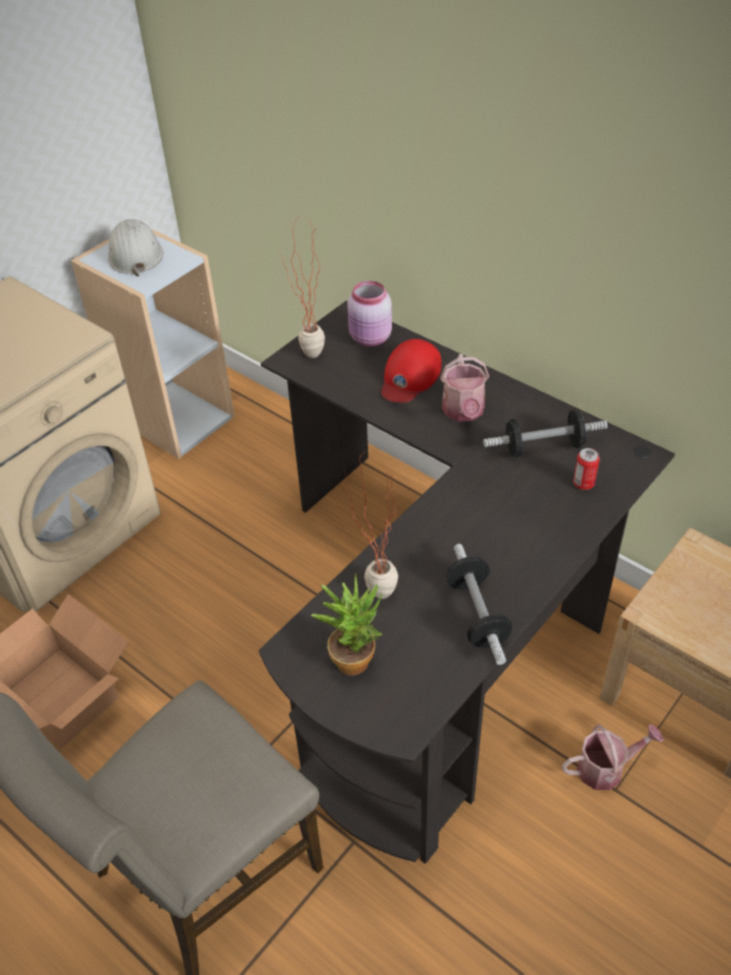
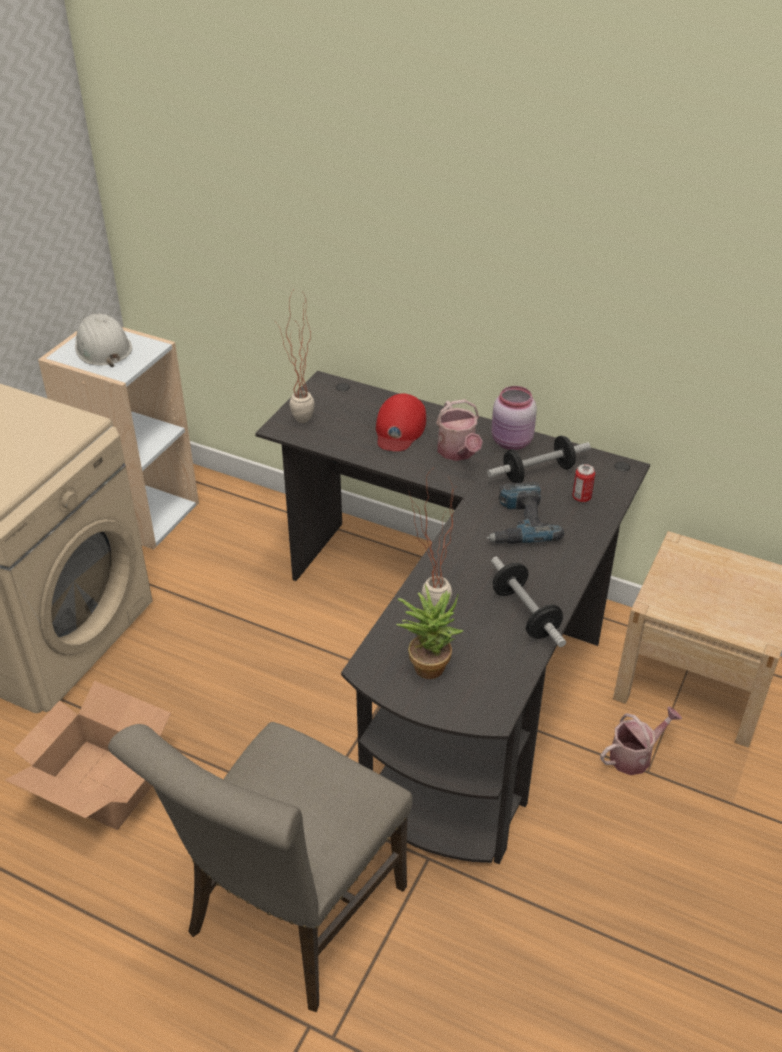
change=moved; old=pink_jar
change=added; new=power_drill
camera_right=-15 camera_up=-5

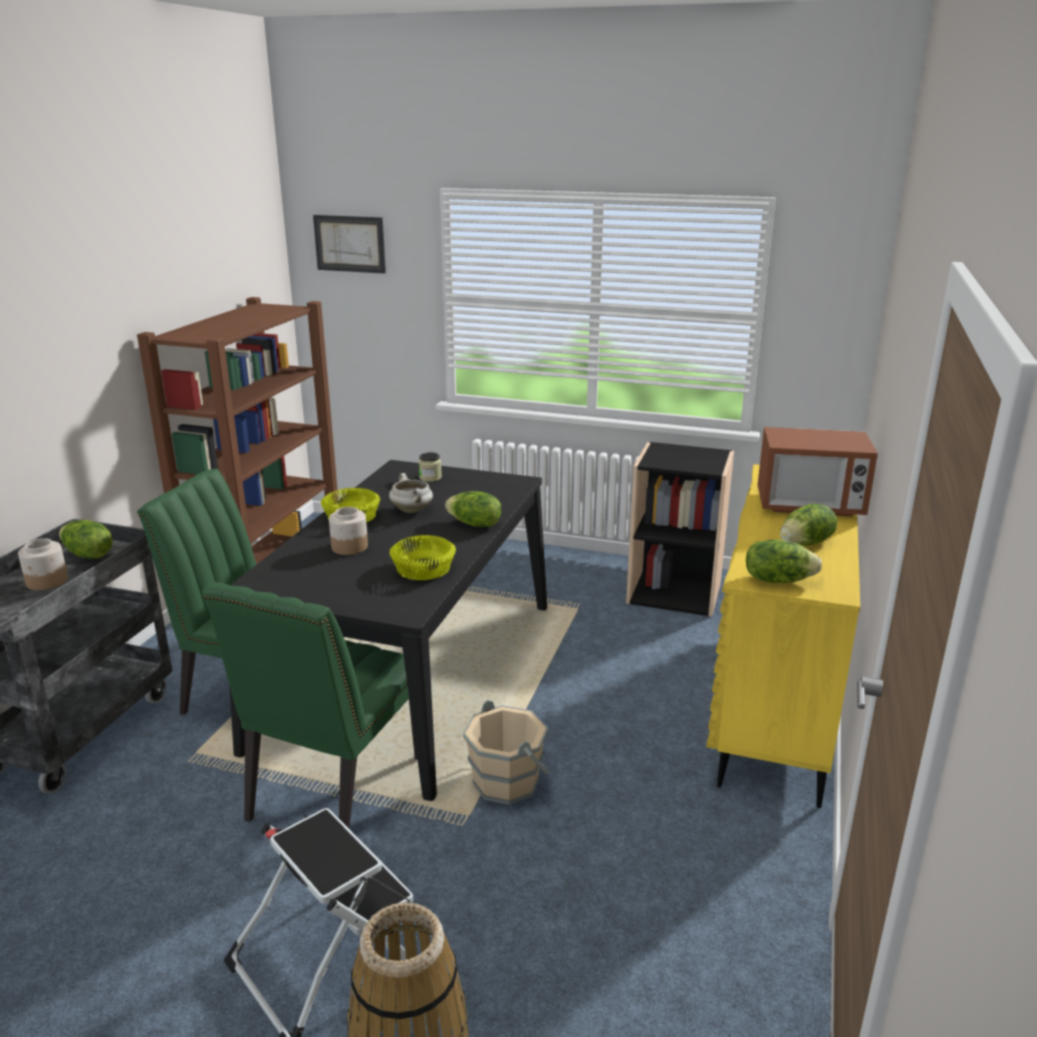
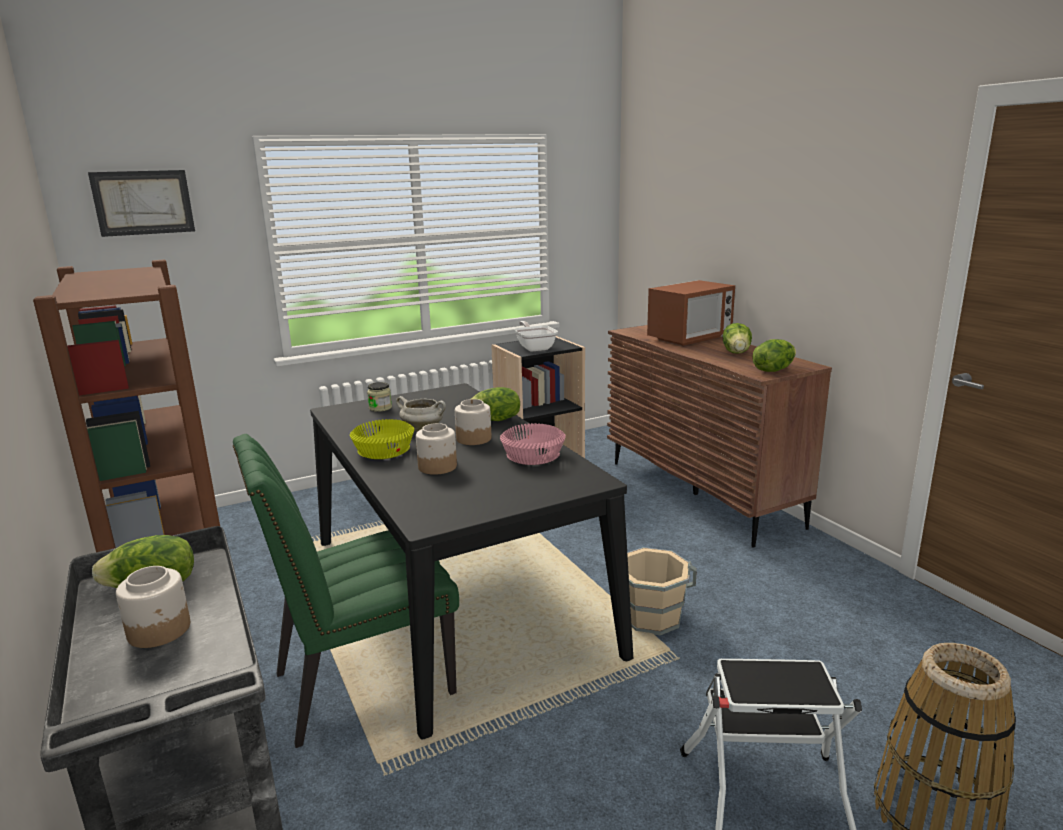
change=recoloured; old=yellow_dresser; new=brown_dresser
change=recoloured; old=yellow_bowl (2nd from left); new=pink_bowl
change=removed; old=green_chair (2nd from left)
change=added; new=frying_pan
change=added; new=jar (4th from left)
camera_right=-45 camera_up=-5

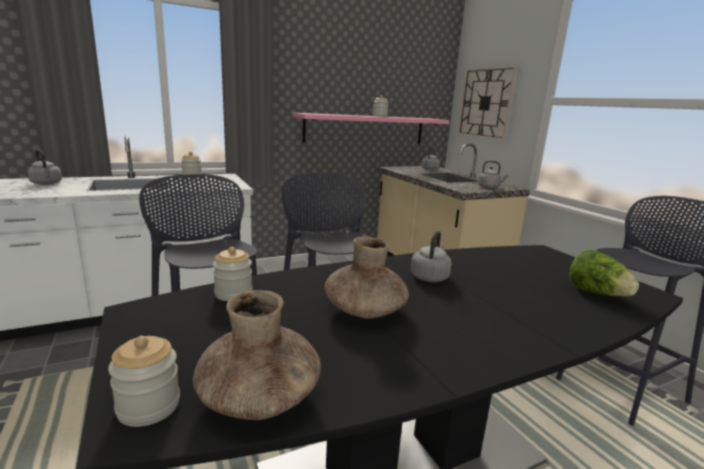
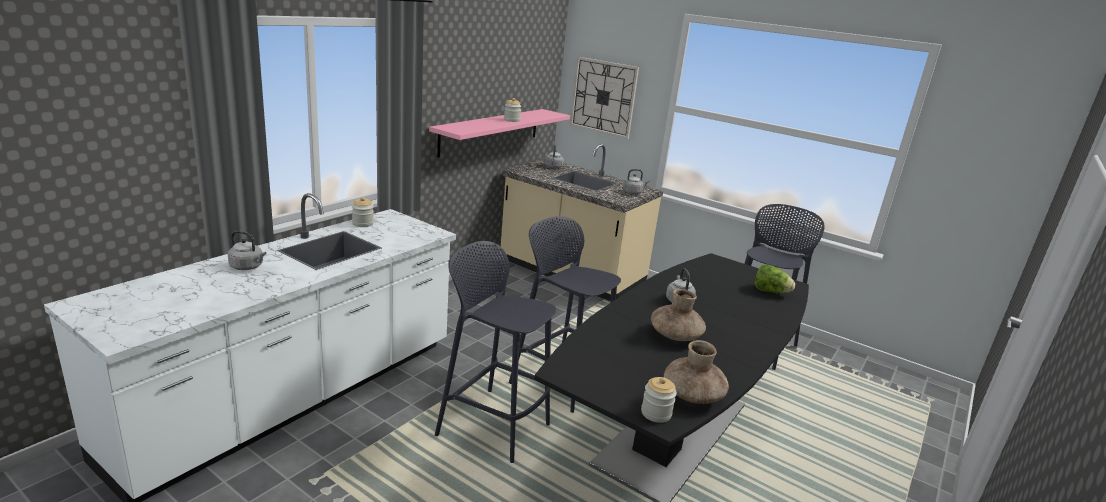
change=removed; old=jar (3rd from left)
camera_right=-30 camera_up=5

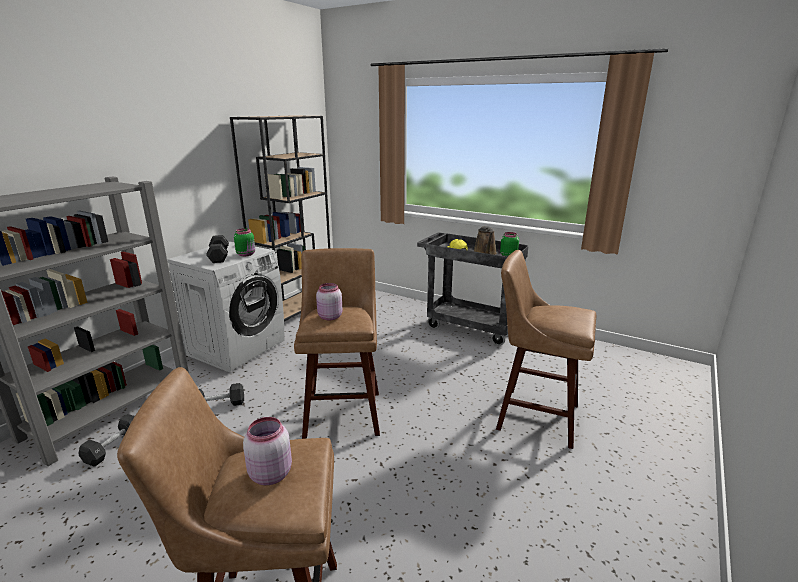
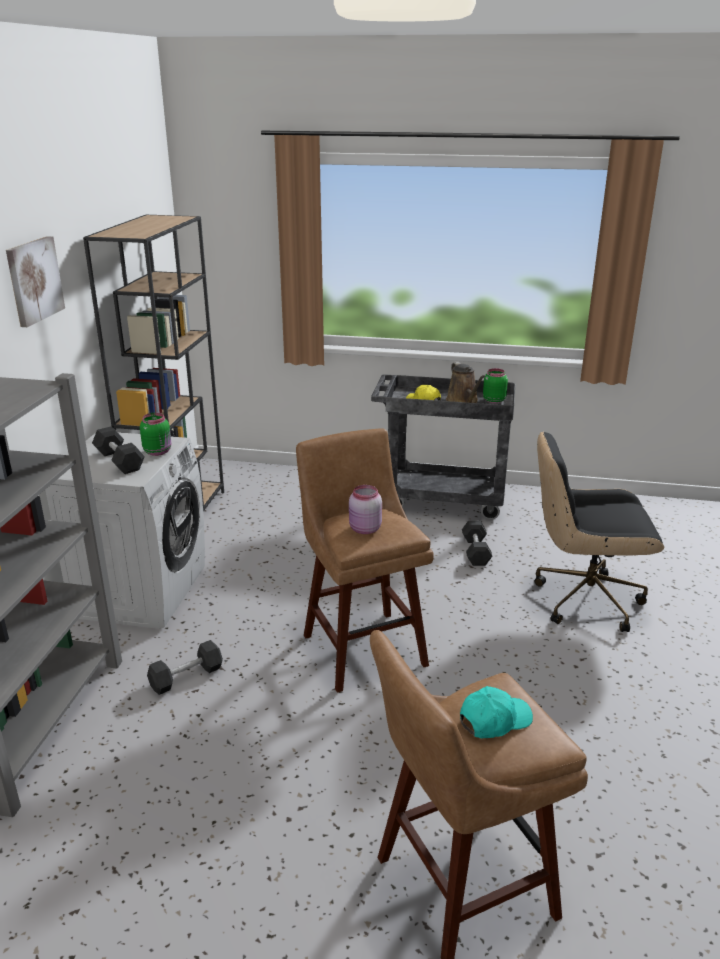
change=replaced; old=brown_stool (3rd from left); new=black_office_chair
change=moved; old=black_dumbbell (1st from left in the first image); new=black_dumbbell (3rd from left)
change=replaced; old=pink_jar (1st from left); new=turquoise_cap
change=added; new=picture
camera_right=-20 camera_up=5

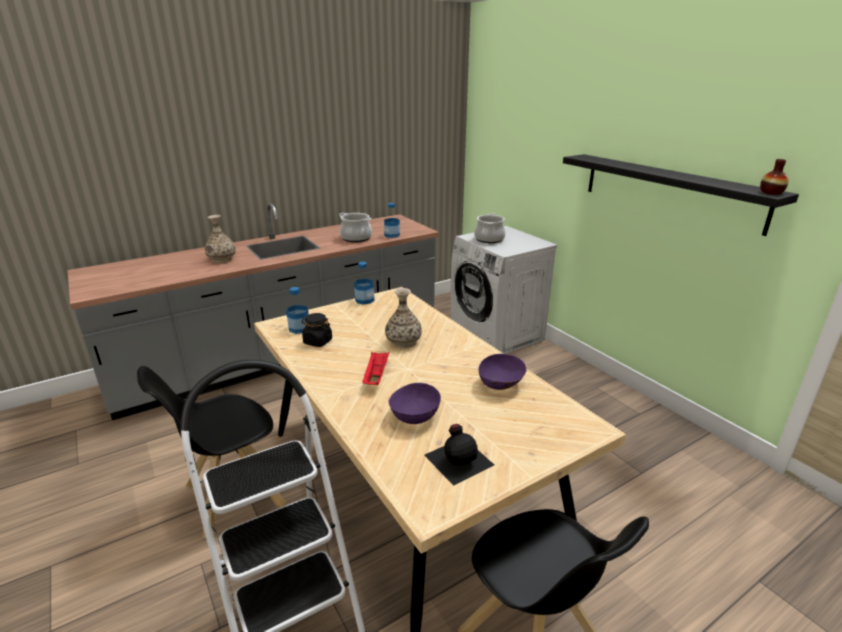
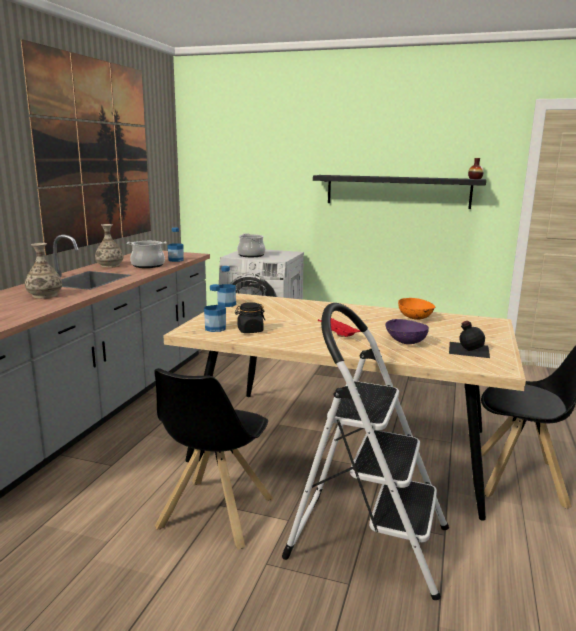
change=moved; old=vase (2nd from left)
change=recoloured; old=purple_bowl (2nd from left); new=orange_bowl
change=added; new=picture
camera_right=-40 camera_up=-10

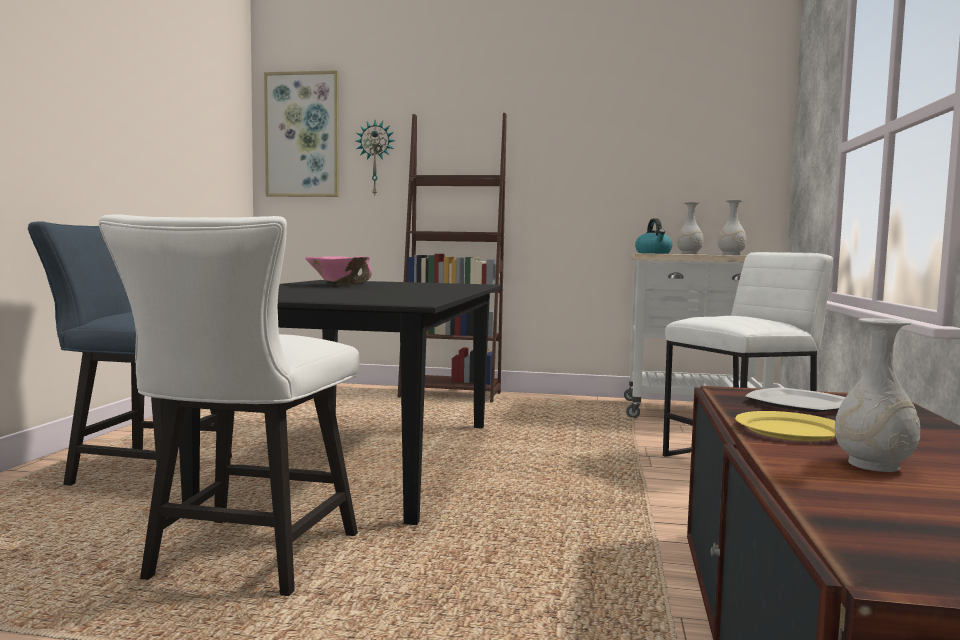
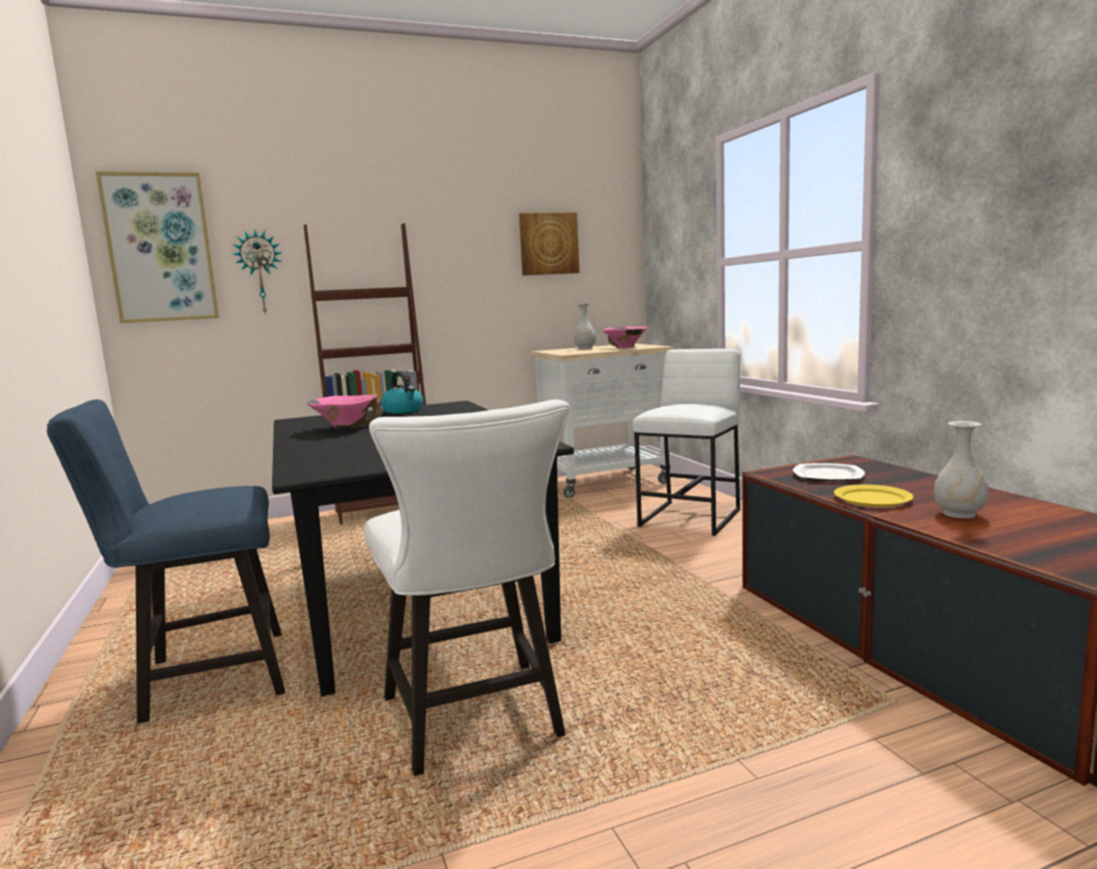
change=replaced; old=white_vase (2nd from left); new=pink_bowl (2nd from left)
change=moved; old=kettle
change=added; new=picture (2nd from left)
camera_right=-30 camera_up=5

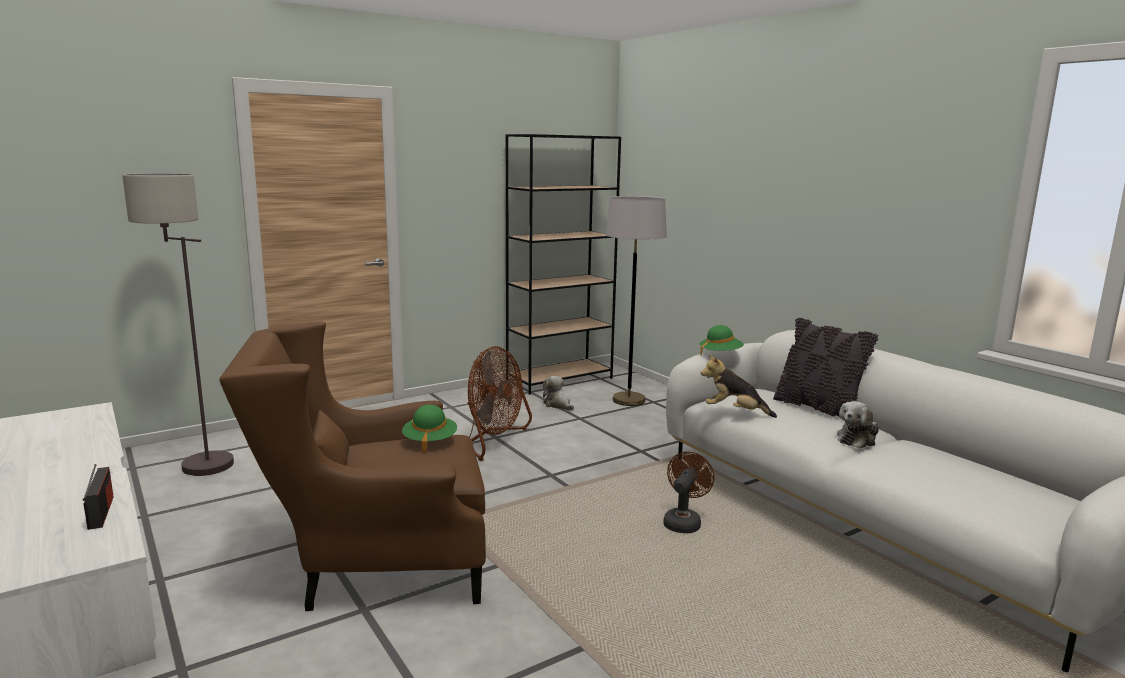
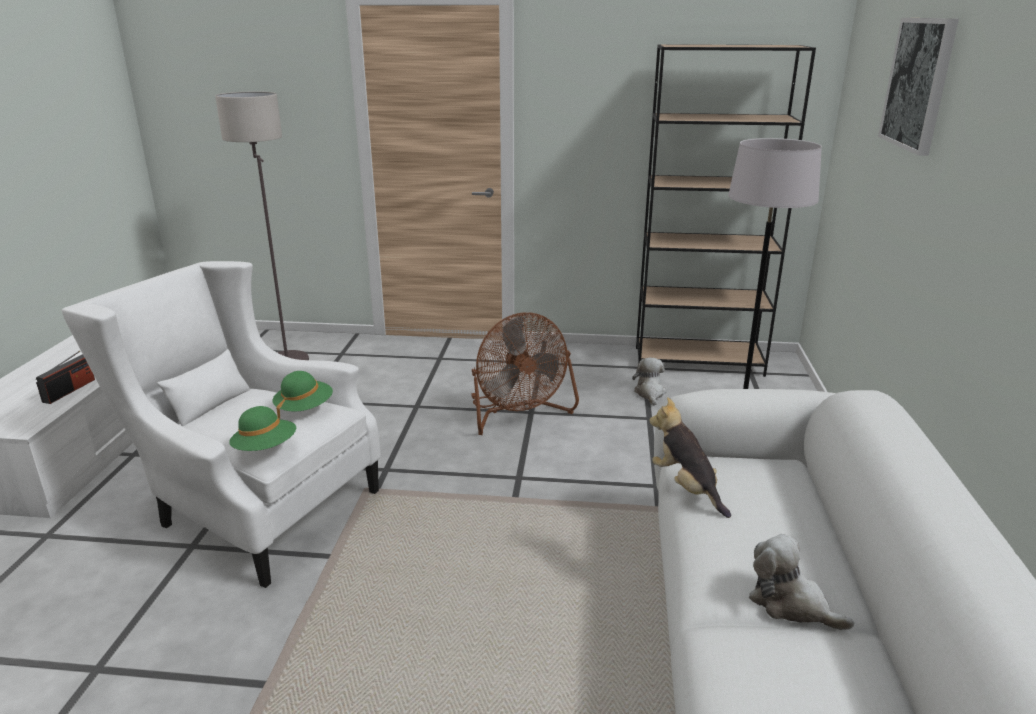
change=removed; old=black_pillow
change=recoloured; old=brown_armchair; new=white_armchair
change=moved; old=green_hat (2nd from left in the first image); new=green_hat (1st from left)
change=turned; old=plush_toy (3rd from left); degrees=45
change=removed; old=brown_fan (2nd from left)
change=added; new=picture
camera_right=40 camera_up=10

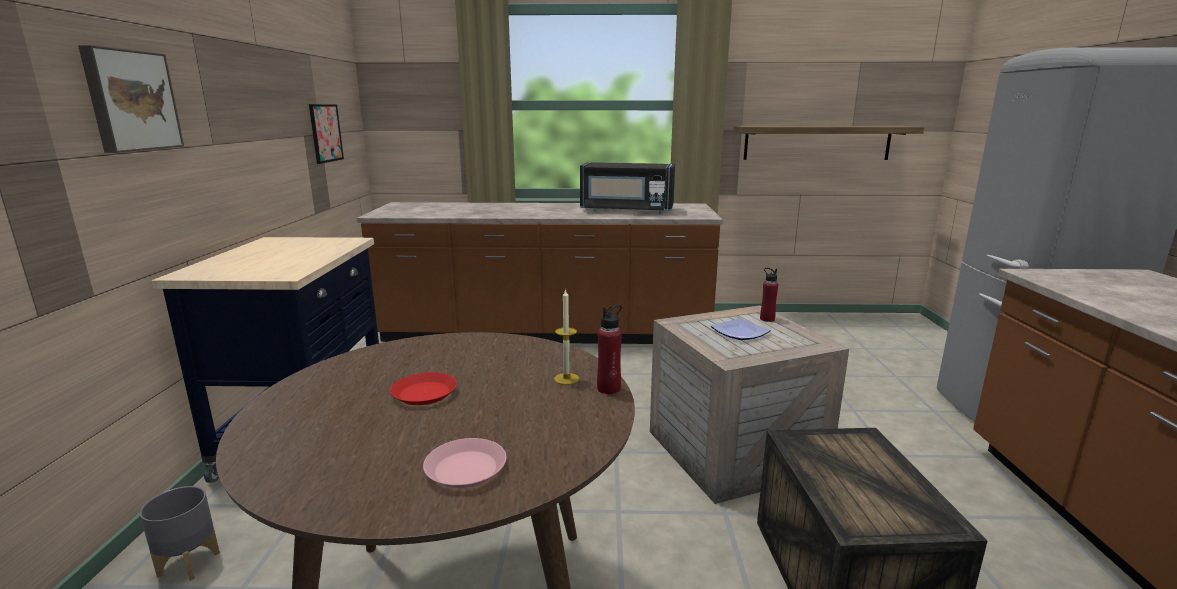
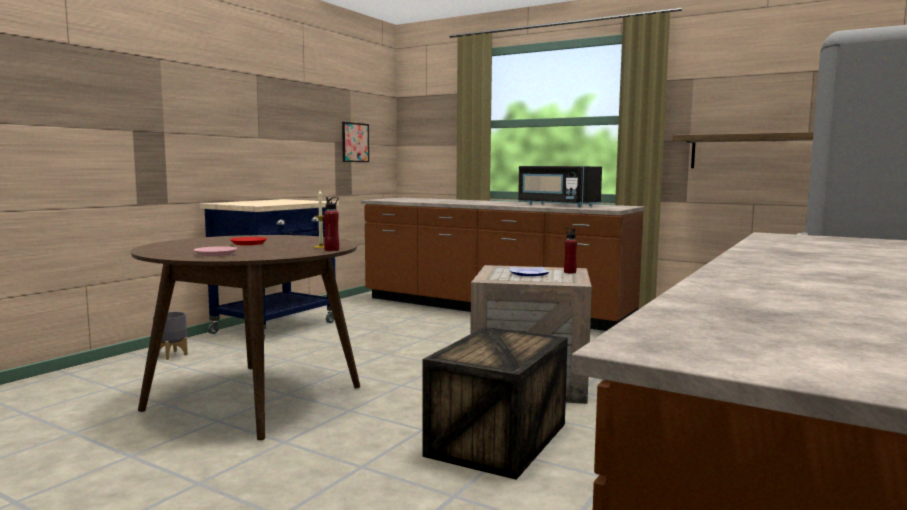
change=removed; old=picture (1st from left)
camera_right=30 camera_up=-10

